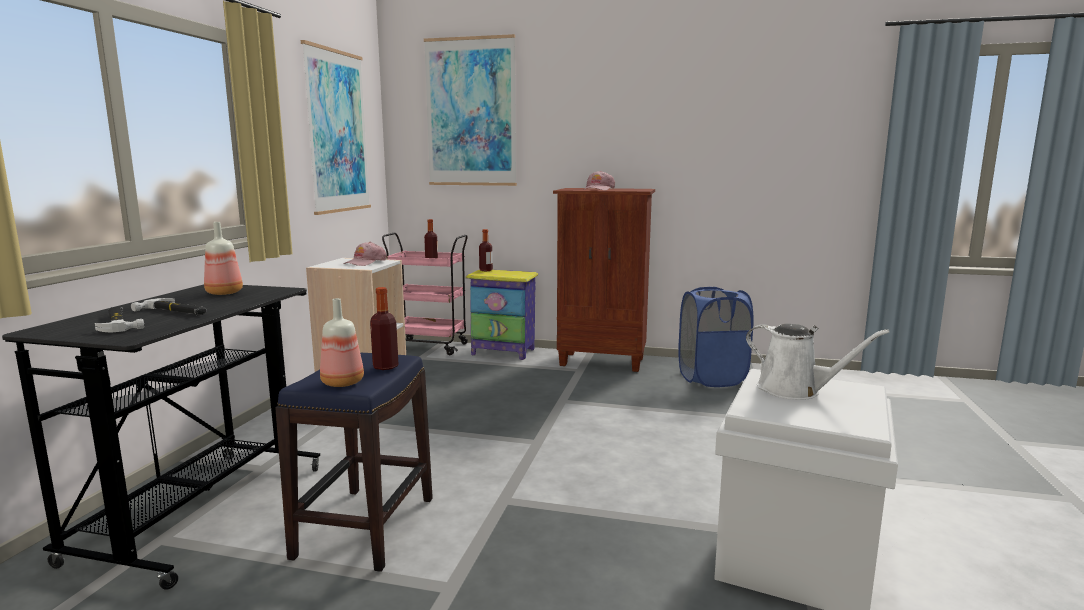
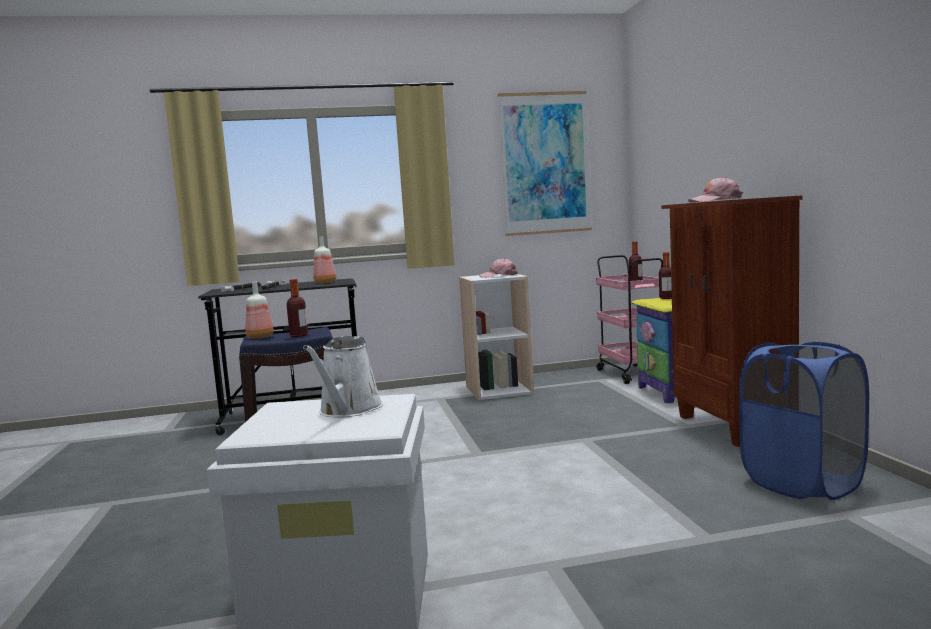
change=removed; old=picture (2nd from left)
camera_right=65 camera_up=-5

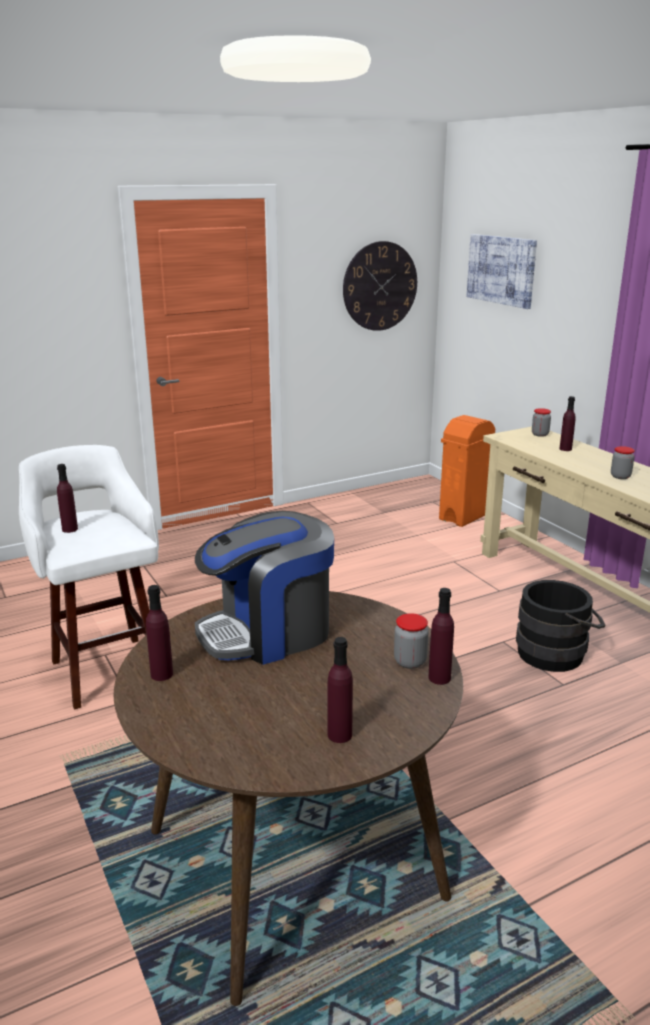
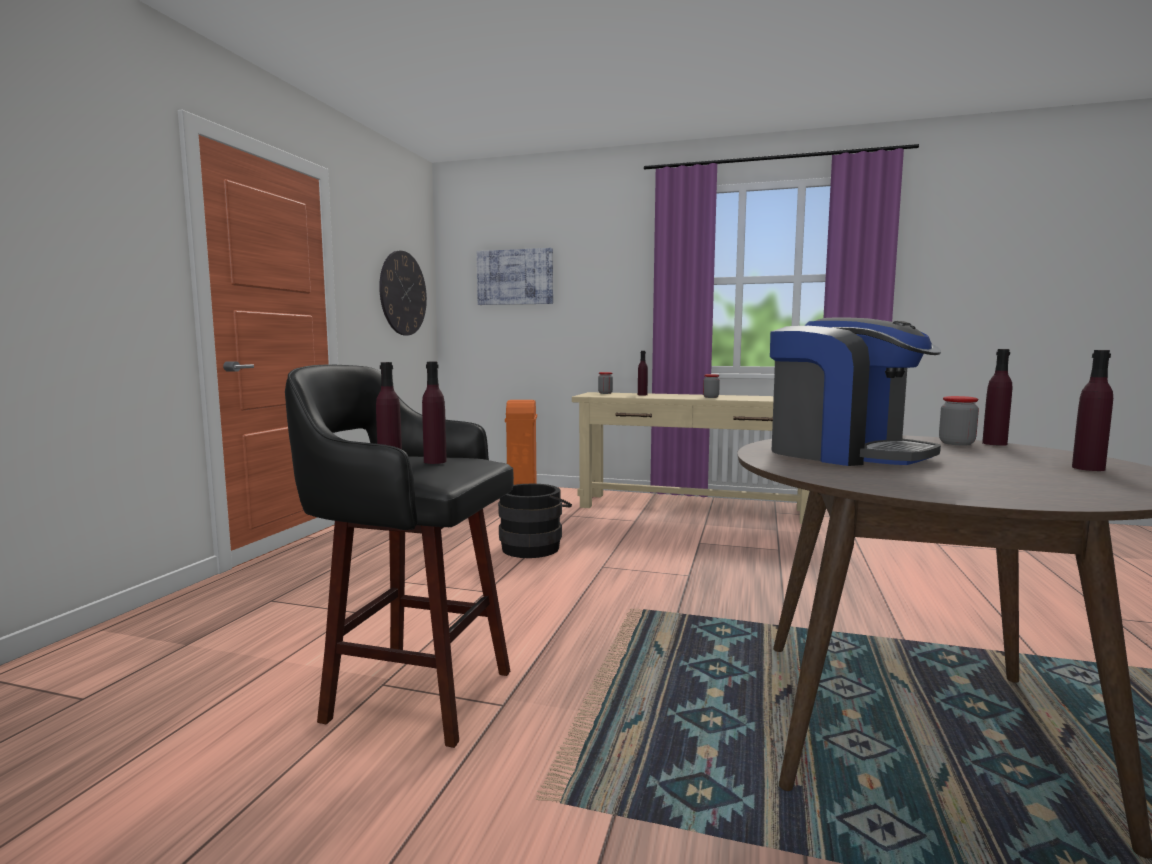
change=recoloured; old=white_stool; new=black_stool
change=turned; old=coffee_machine; degrees=-60
change=moved; old=black_bucket
change=moved; old=purple_bottle (2nd from left)
camera_right=-45 camera_up=-15

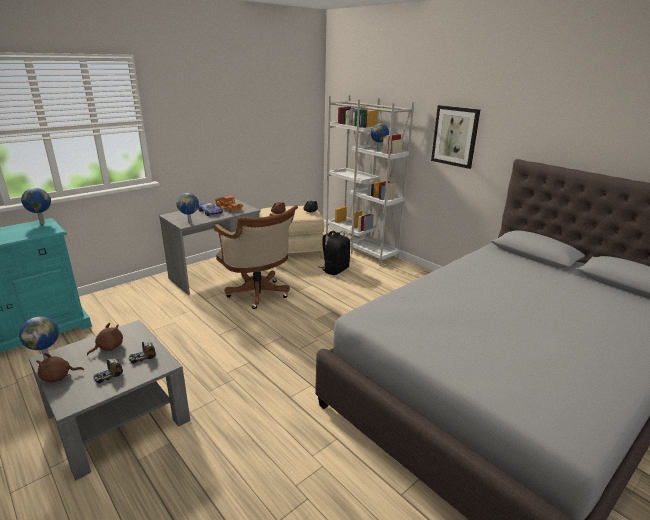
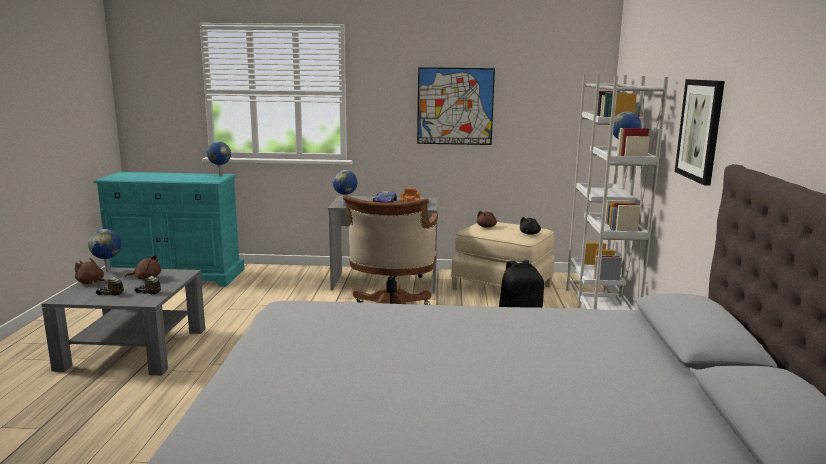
change=added; new=picture (1st from left)
camera_right=45 camera_up=-10

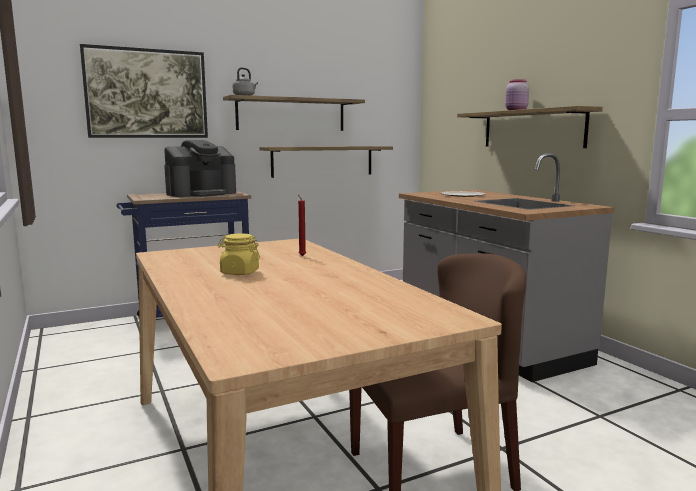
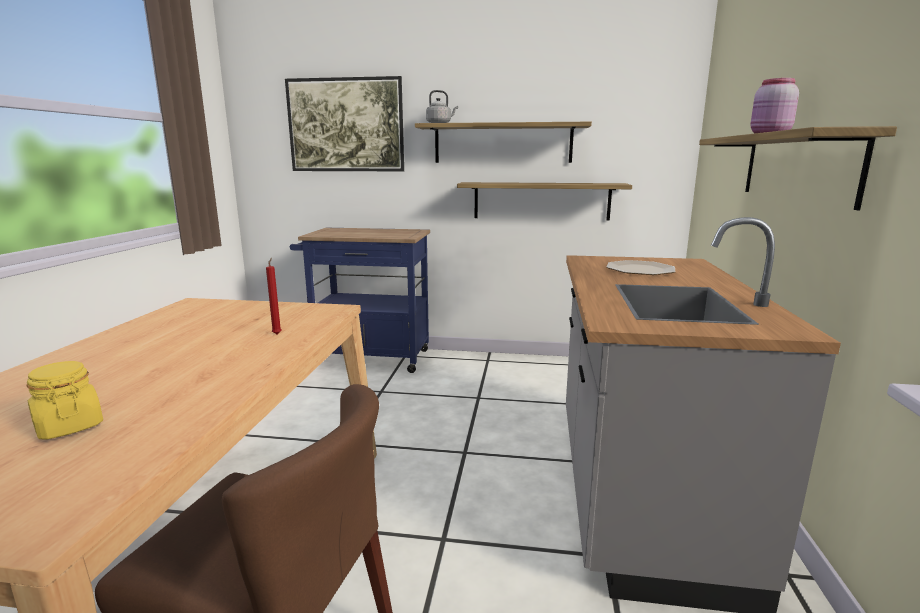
change=removed; old=coffee_machine
change=moved; old=yellow_jar
camera_right=35 camera_up=5

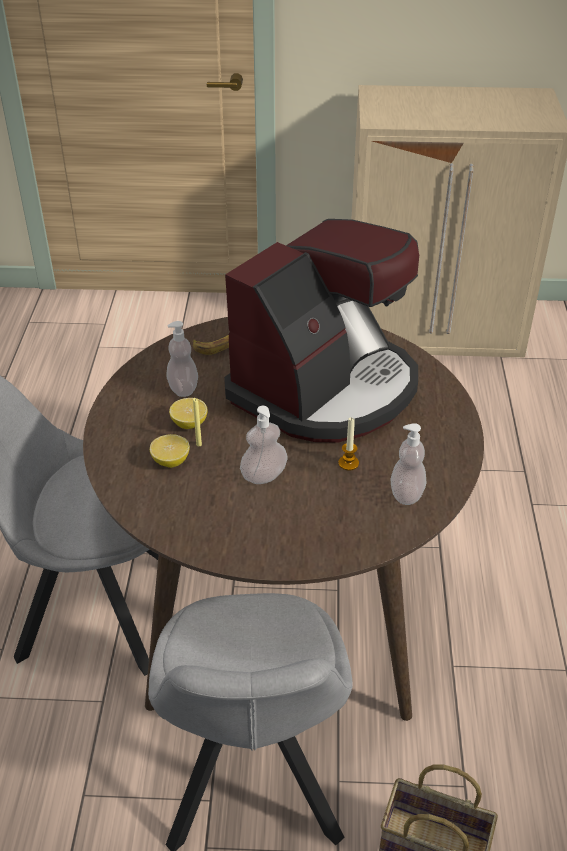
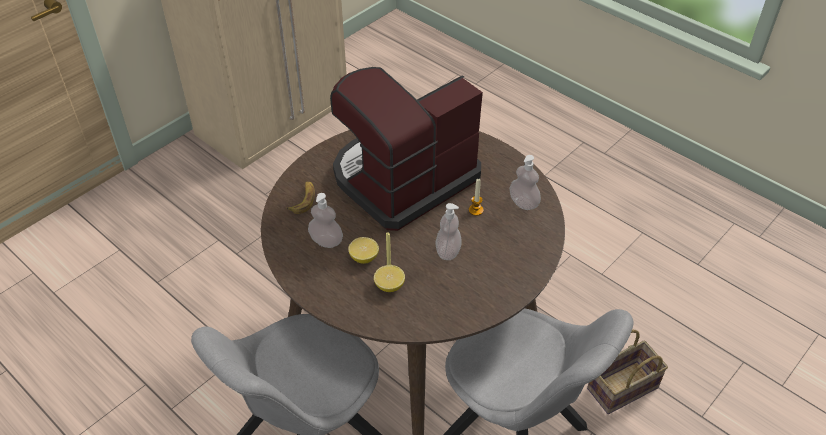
change=turned; old=coffee_machine; degrees=-120
camera_right=-50 camera_up=5

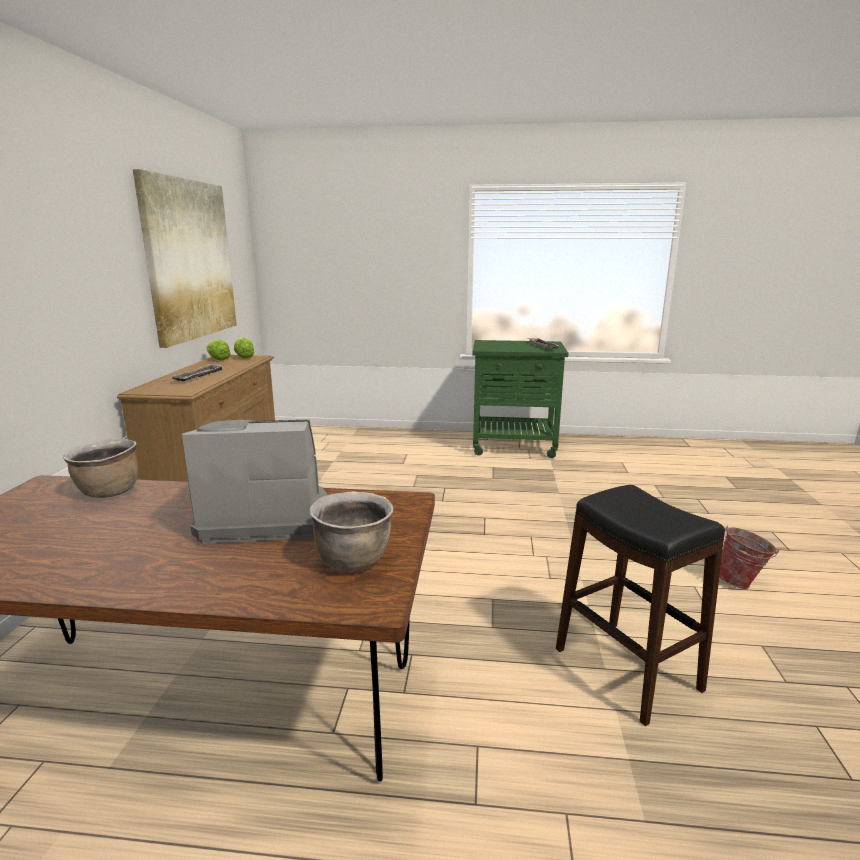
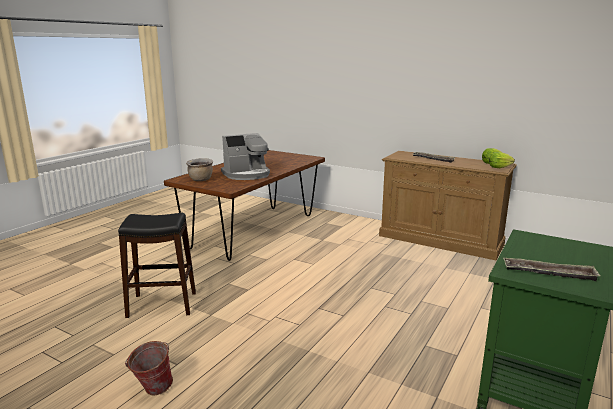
change=removed; old=picture
change=turned; old=coffee_machine; degrees=45
change=removed; old=brown_cooking_pot (1st from left)
camera_right=115 camera_up=0

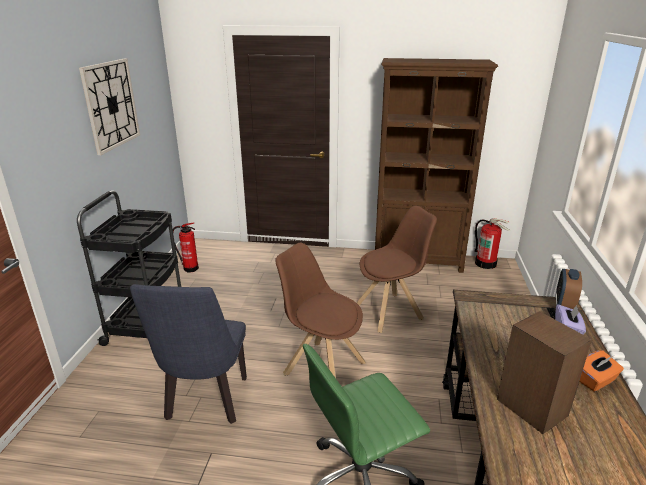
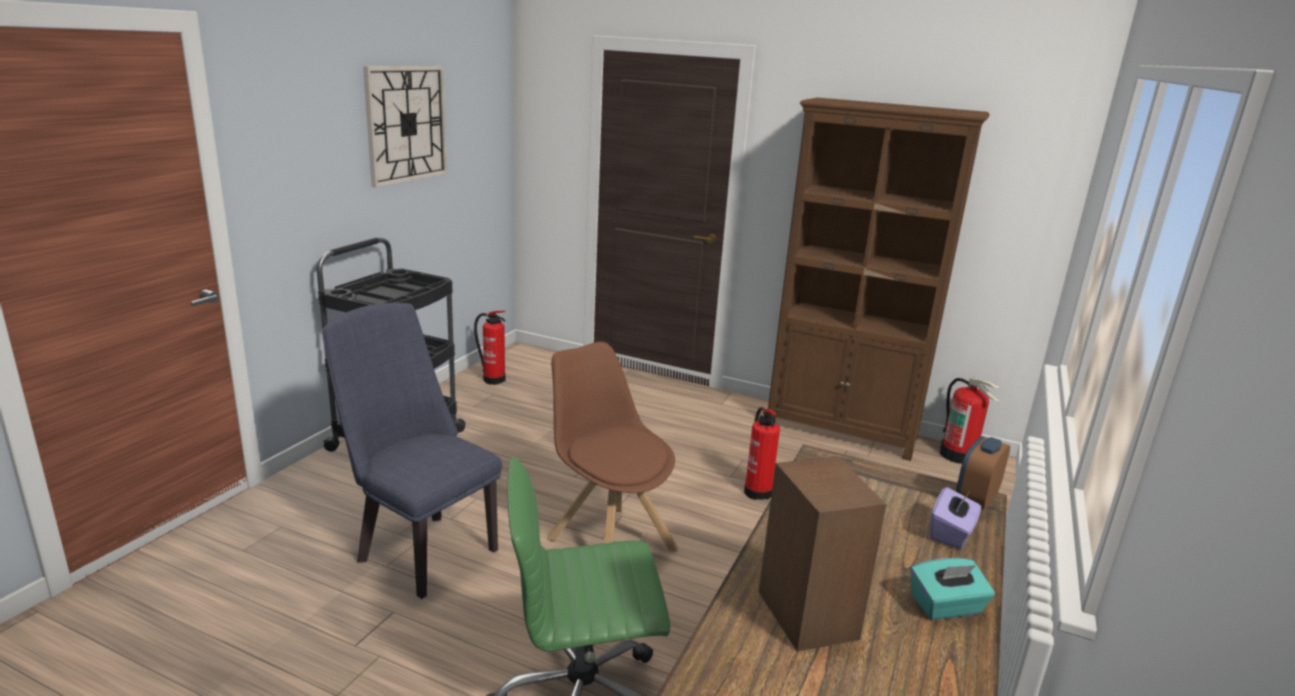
change=replaced; old=brown_chair (2nd from left); new=fire_extinguisher (2nd from left)
change=turned; old=blue_chair; degrees=105
change=recoloured; old=orange_tissue_box; new=turquoise_tissue_box
camera_right=15 camera_up=-5

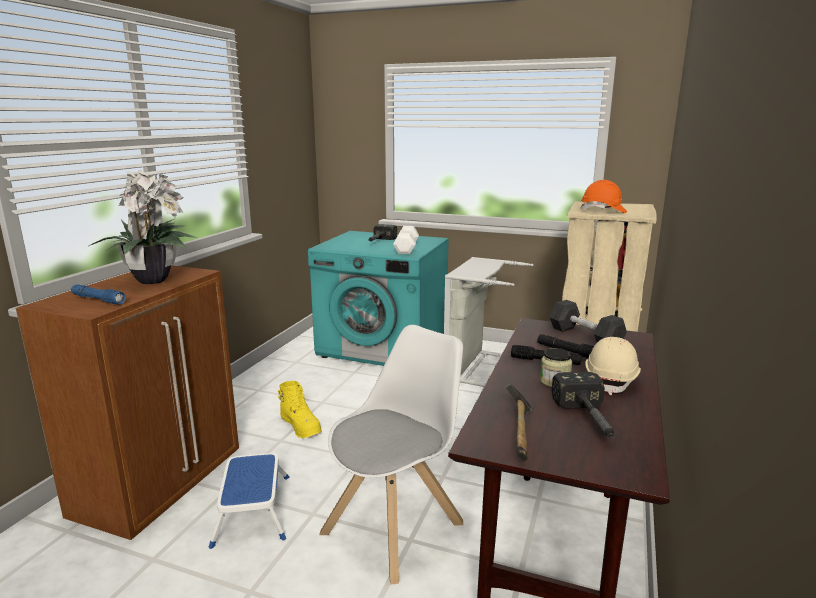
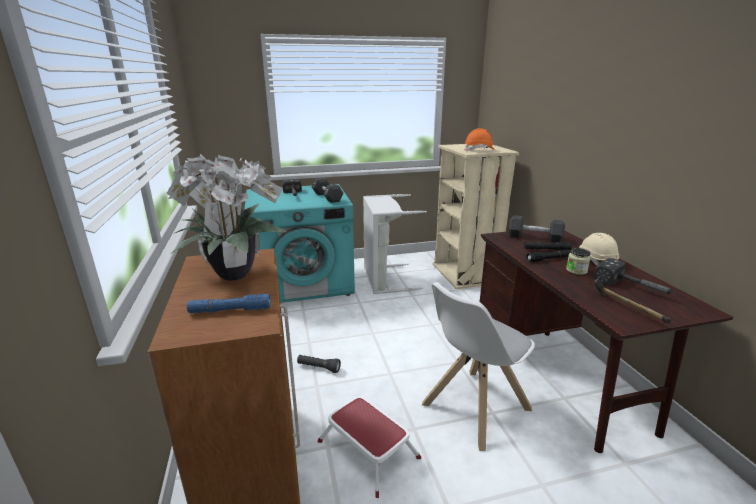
change=recoloured; old=white_dumbbell; new=black_dumbbell (1st from left)
change=turned; old=chair; degrees=-135
change=replaced; old=yellow_boot; new=black_flashlight (1st from left)
change=recoloured; old=blue_step_ladder; new=red_step_ladder
camera_right=-35 camera_up=5

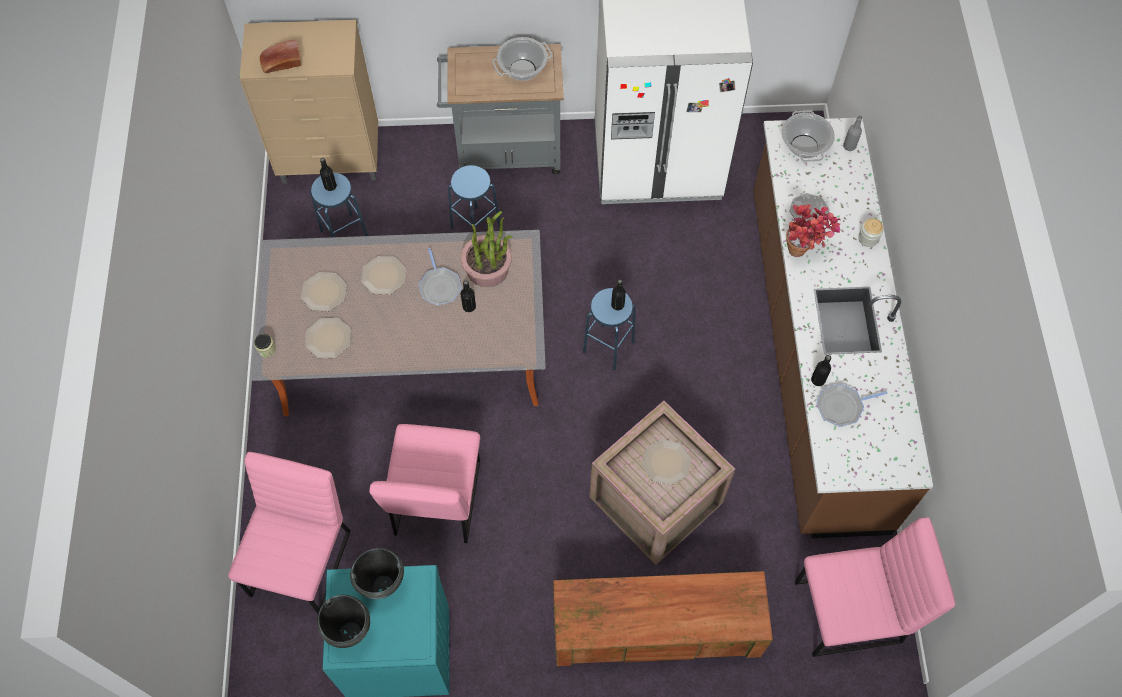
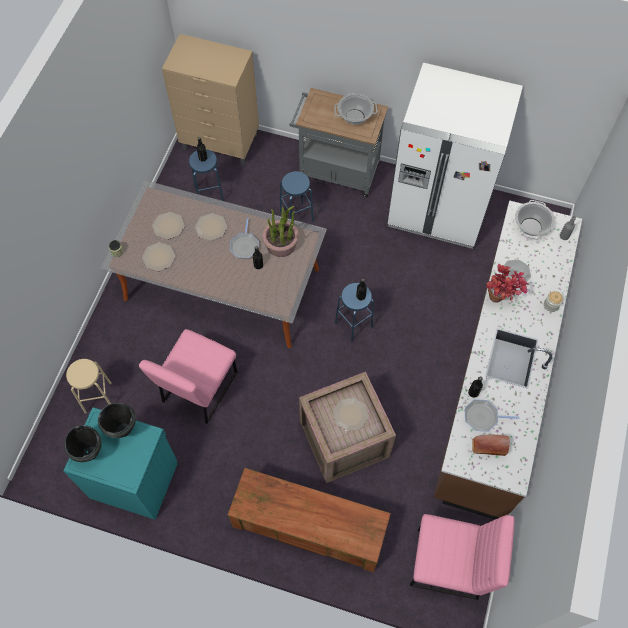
change=moved; old=bread
change=replaced; old=pink_chair (1st from left); new=beige_stool
camera_right=20 camera_up=0

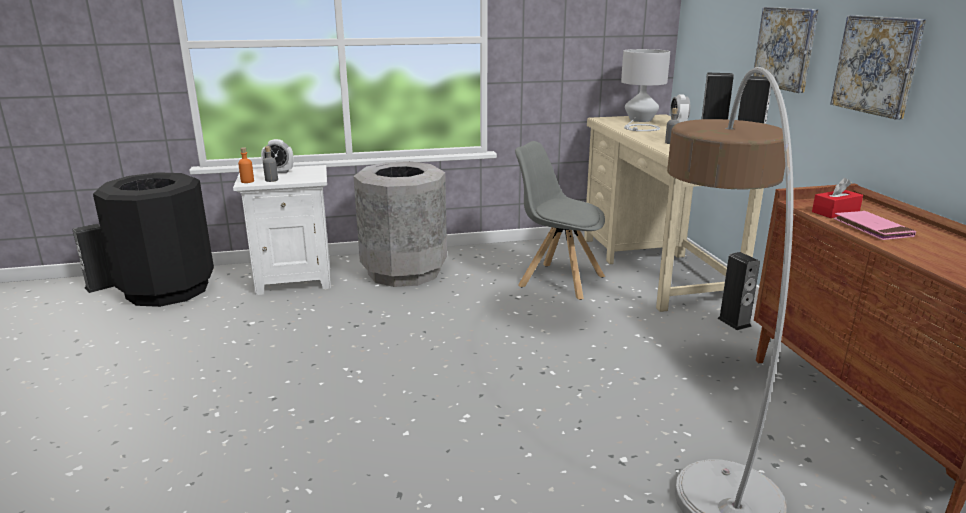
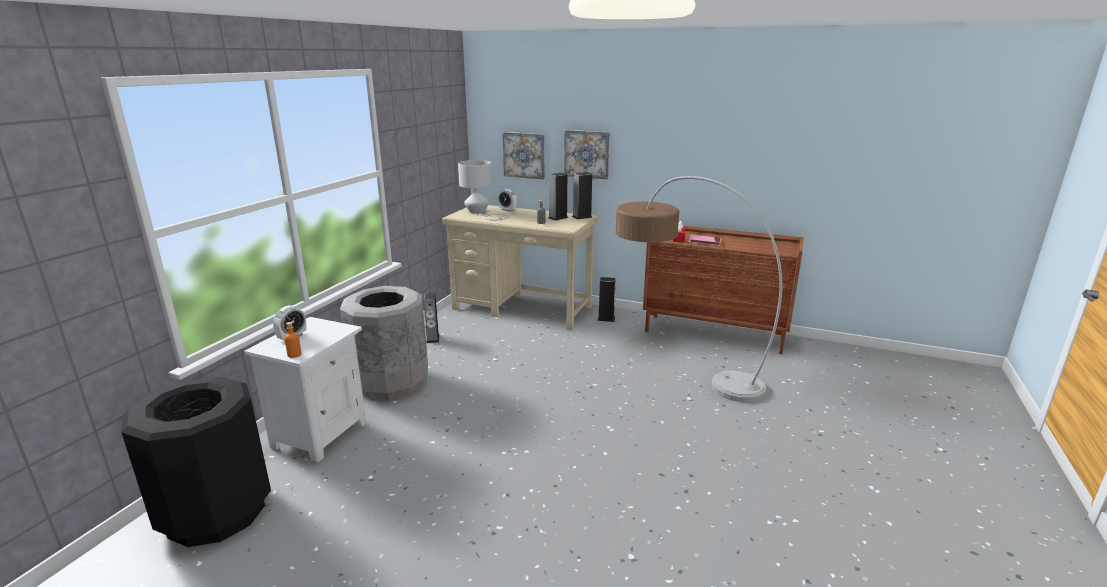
change=moved; old=picture (2nd from left in the first image); new=picture (1st from left)
change=removed; old=grey_chair
change=removed; old=grey_bottle (1st from left)
change=moved; old=speaker (1st from left)
camera_right=-55 camera_up=0

